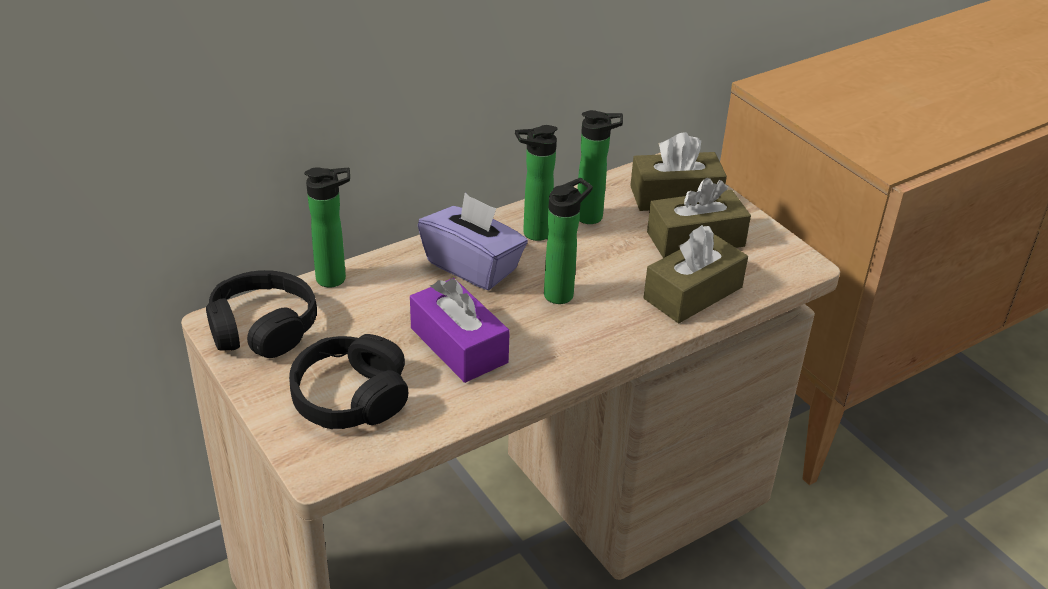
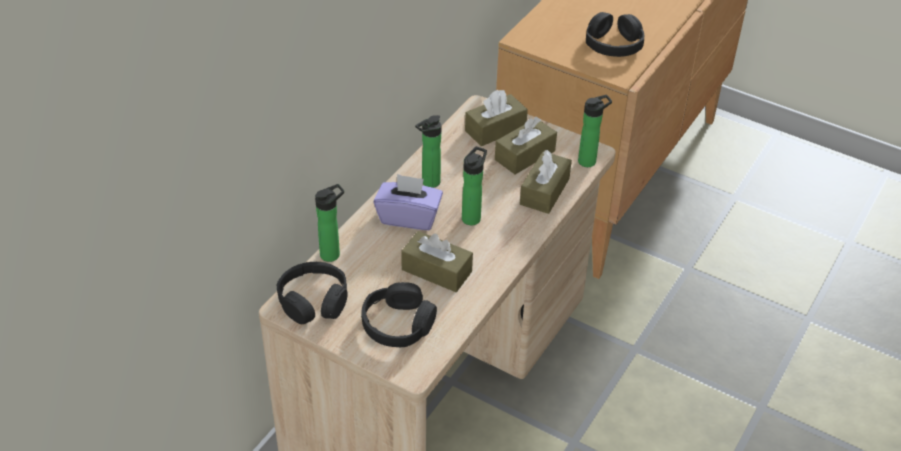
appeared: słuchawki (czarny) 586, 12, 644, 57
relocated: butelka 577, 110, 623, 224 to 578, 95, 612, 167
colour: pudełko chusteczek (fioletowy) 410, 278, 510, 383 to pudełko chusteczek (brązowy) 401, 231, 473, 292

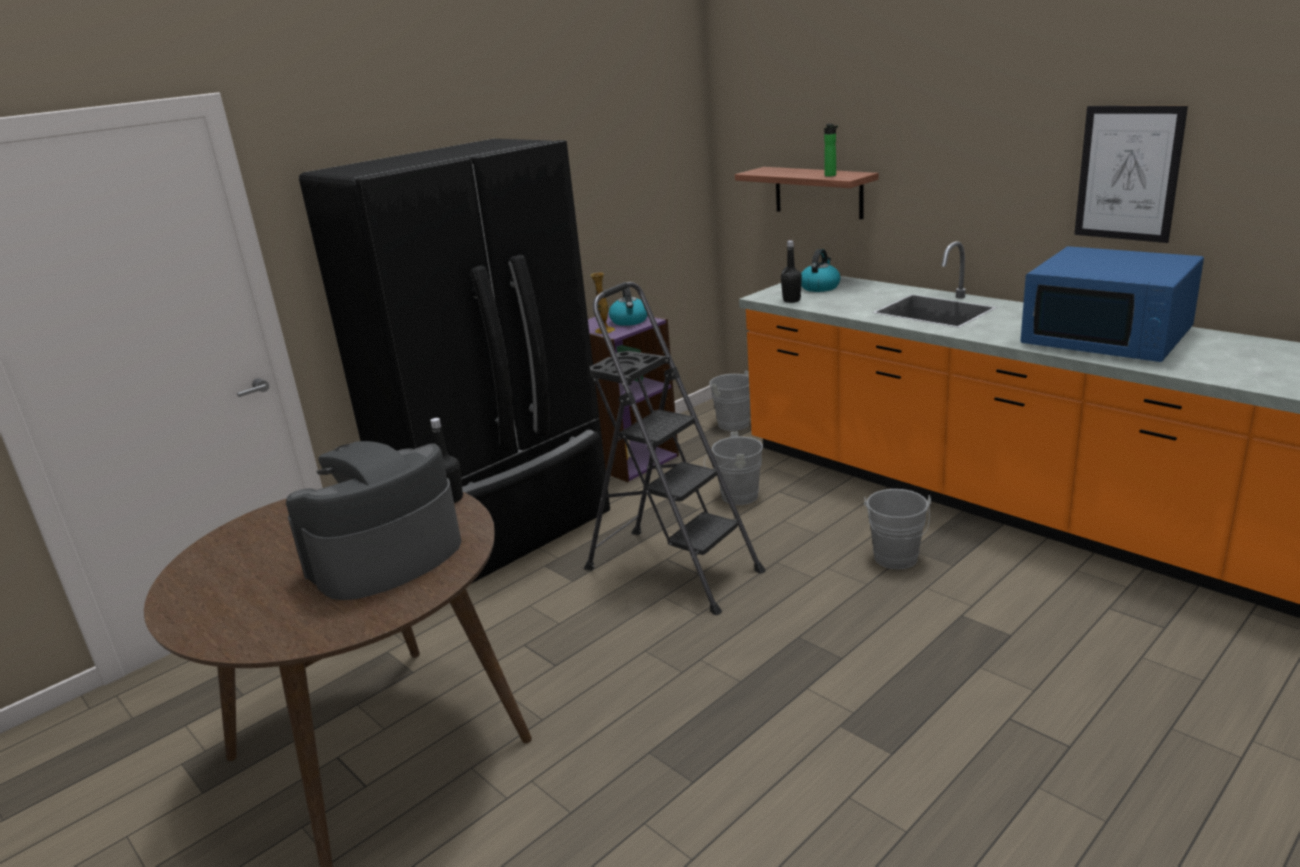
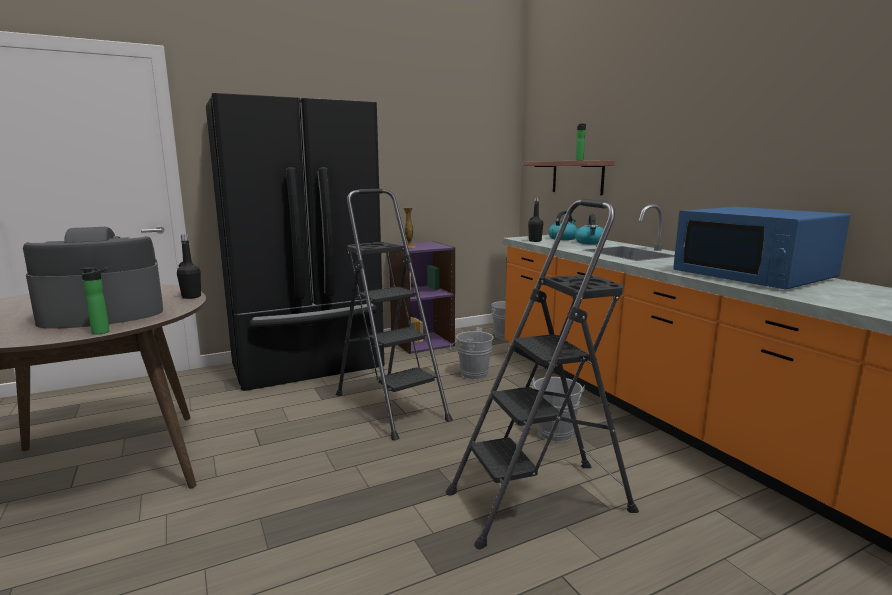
missing: obraz 1074, 106, 1188, 243
appeared: butelka 80, 267, 110, 335; drabinka 446, 199, 639, 549
relocated: czajnik 609, 287, 648, 326 to 575, 213, 604, 245

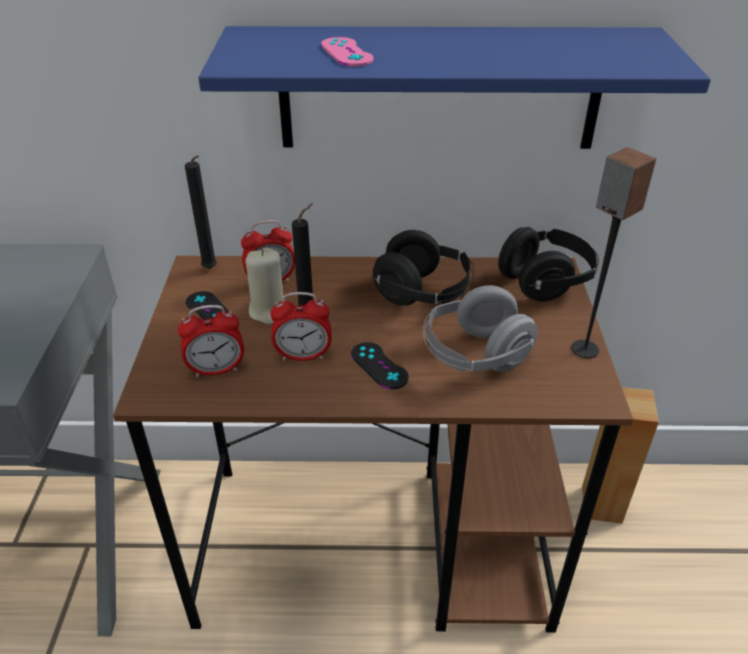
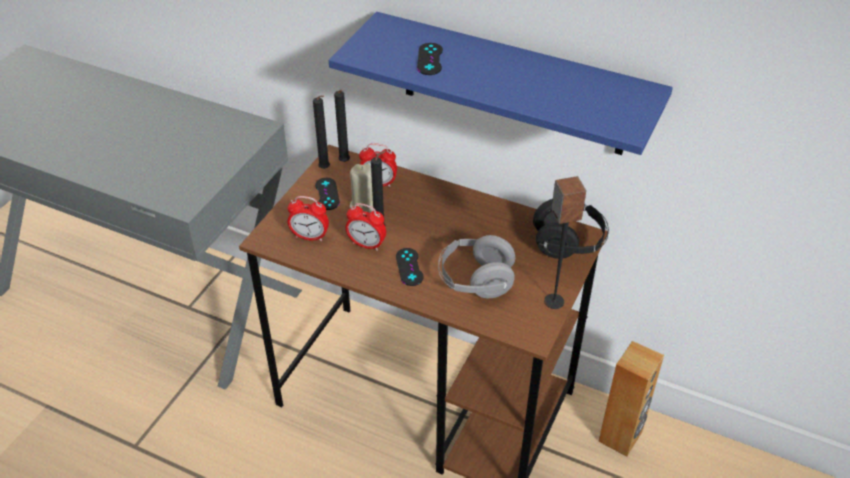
missing: słuchawki (czarny) 372, 230, 475, 306
appeared: świeca (czarny) 313, 95, 330, 169
colour: pad do gier (różowy) 321, 37, 373, 66 to pad do gier (czarny) 417, 43, 443, 75

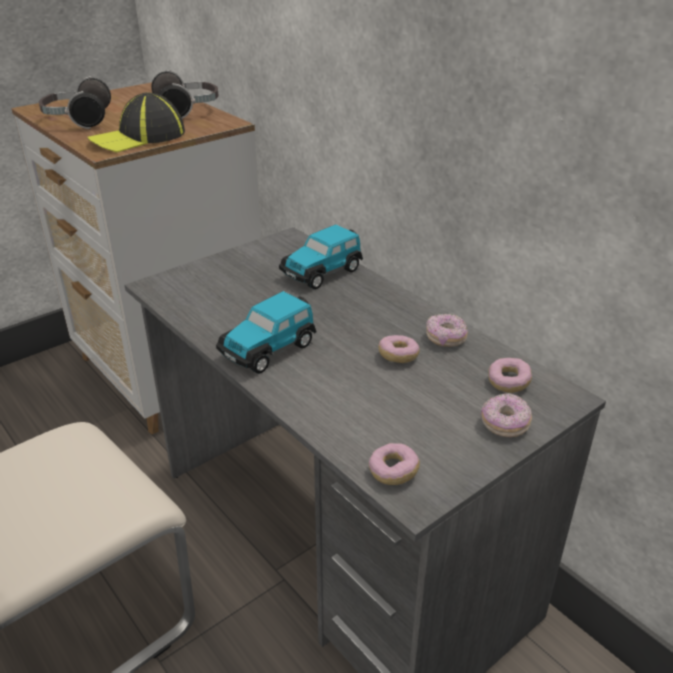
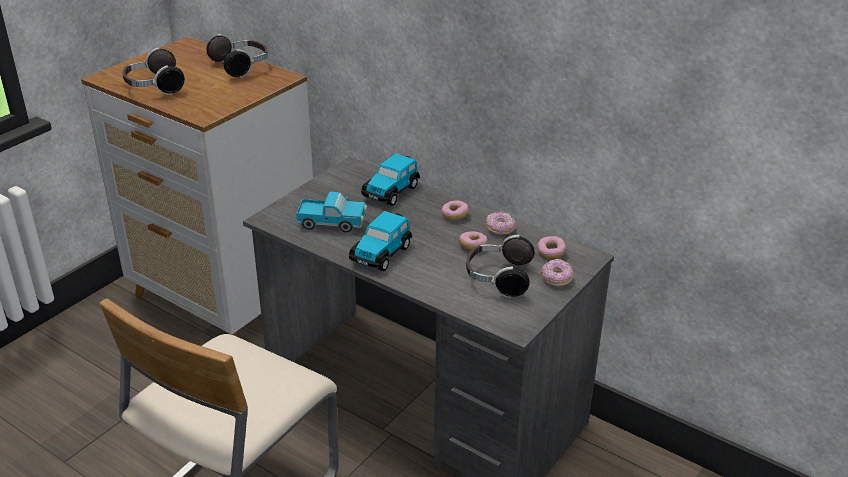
missing: czapka z daszkiem 88, 92, 185, 153
appeared: ciężarówka zabawkowa 296, 192, 367, 233; słuchawki 466, 235, 534, 298
relocated: donut 369, 443, 420, 485 to 441, 200, 469, 220

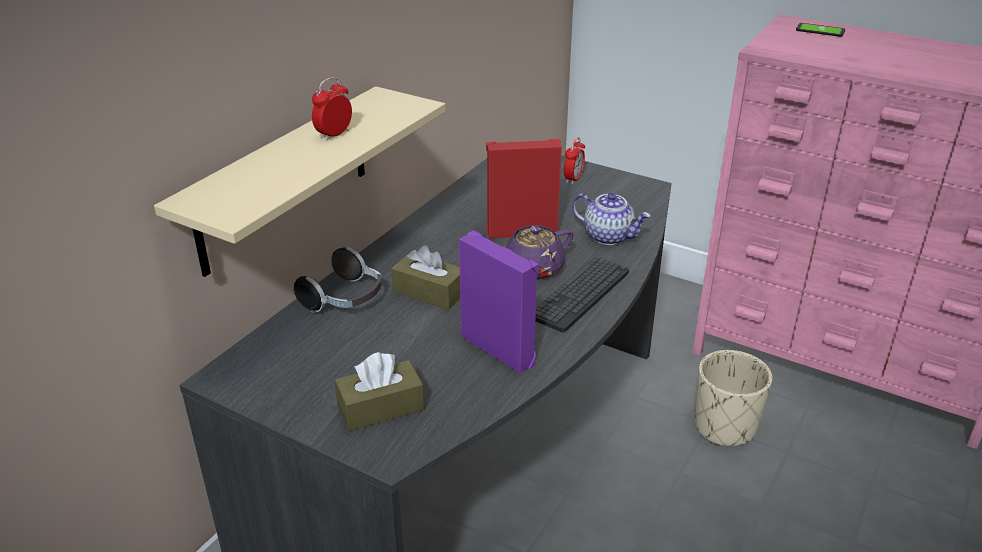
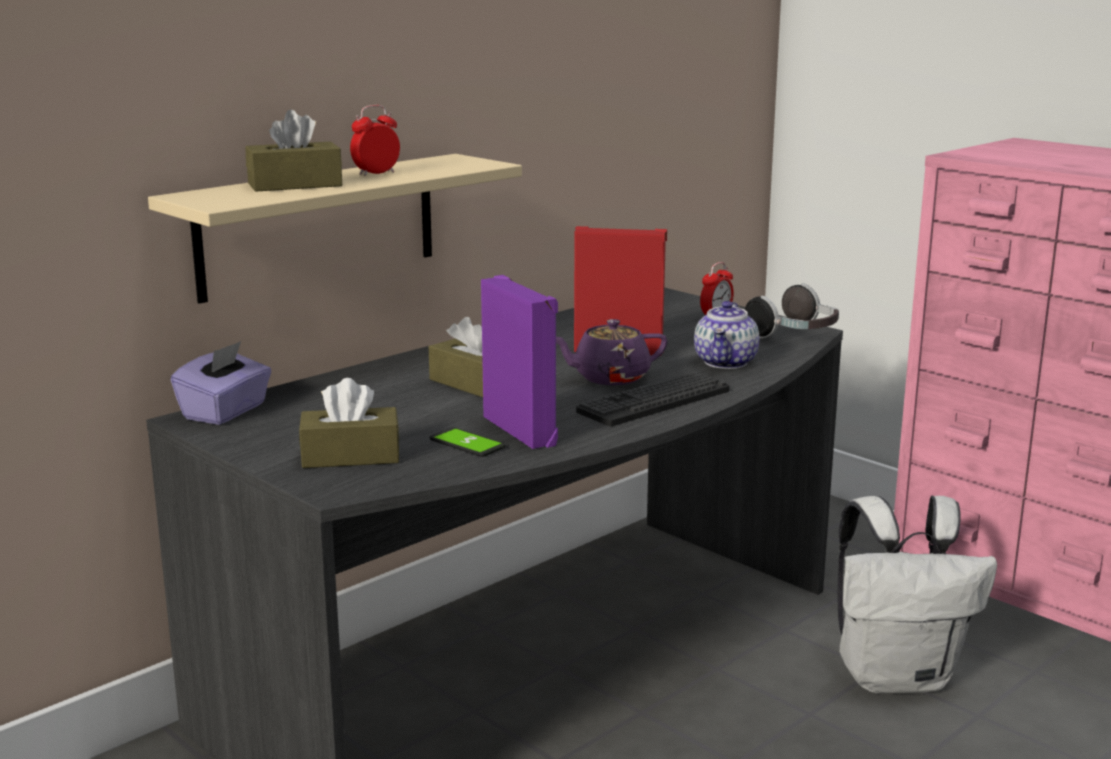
appeared: pudełko chusteczek (fioletowy) 171, 341, 272, 425; pudełko chusteczek (brązowy) 245, 110, 342, 192
relocated: słuchawki 294, 247, 382, 313 to 744, 283, 839, 339; telefon 796, 23, 845, 37 to 430, 427, 506, 457
exchanged: donica (beżowy) 694, 350, 772, 446 to plecak (biały) 837, 496, 997, 693
spun: imbryk 572, 193, 651, 245 = 694, 301, 759, 369 60 degrees clockwise

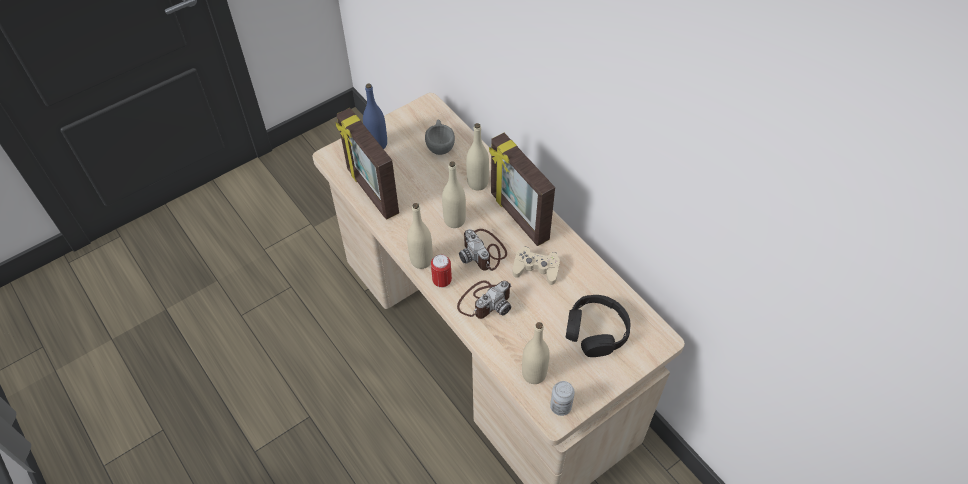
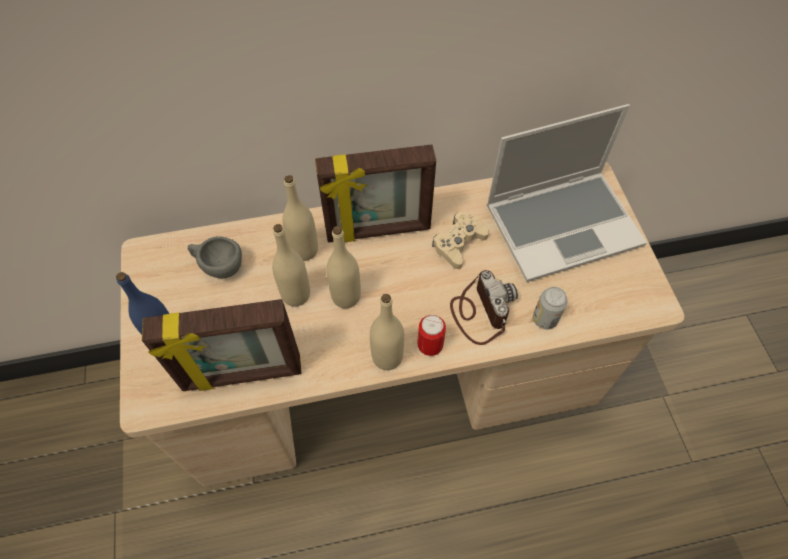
missing: aparat fotograficzny 459, 229, 507, 271
relocated: butelka (beżowy) 522, 322, 550, 384 to 272, 224, 310, 306; puszka 550, 381, 575, 416 to 533, 287, 568, 330
exchanged: słuchawki (czarny) 565, 295, 630, 357 to laptop 486, 104, 647, 282

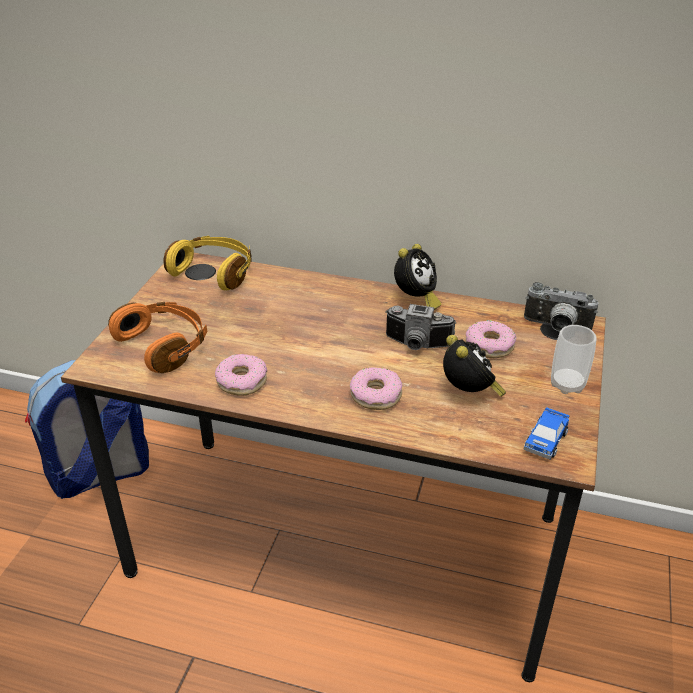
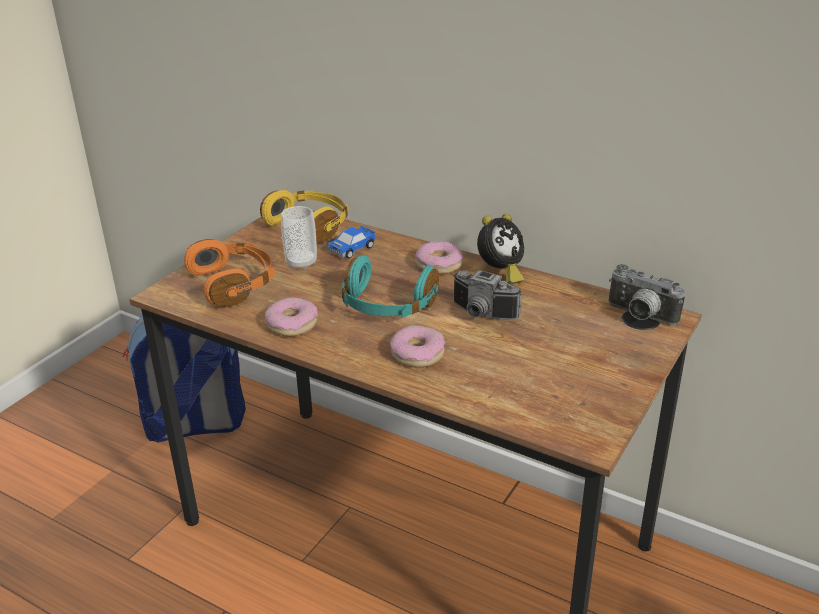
missing: budzik 443, 335, 506, 397
appeared: słuchawki (turkusowy) 342, 256, 439, 317
relocated: donut 465, 320, 516, 358 to 415, 241, 463, 274; samochodzik 523, 407, 570, 460 to 327, 226, 375, 258; filiżanka 551, 325, 597, 394 to 281, 206, 317, 270

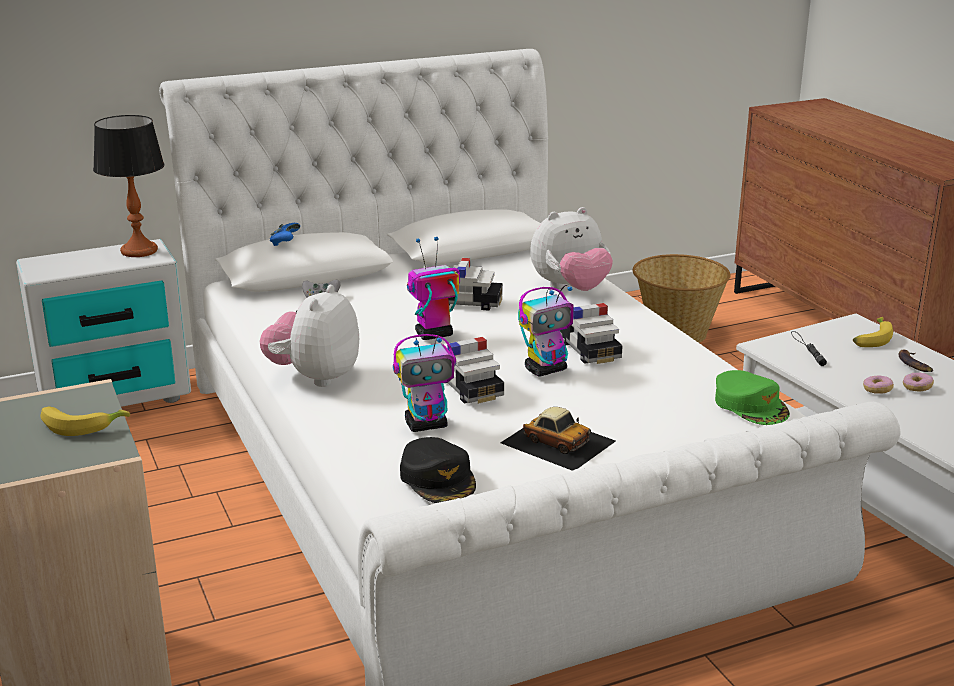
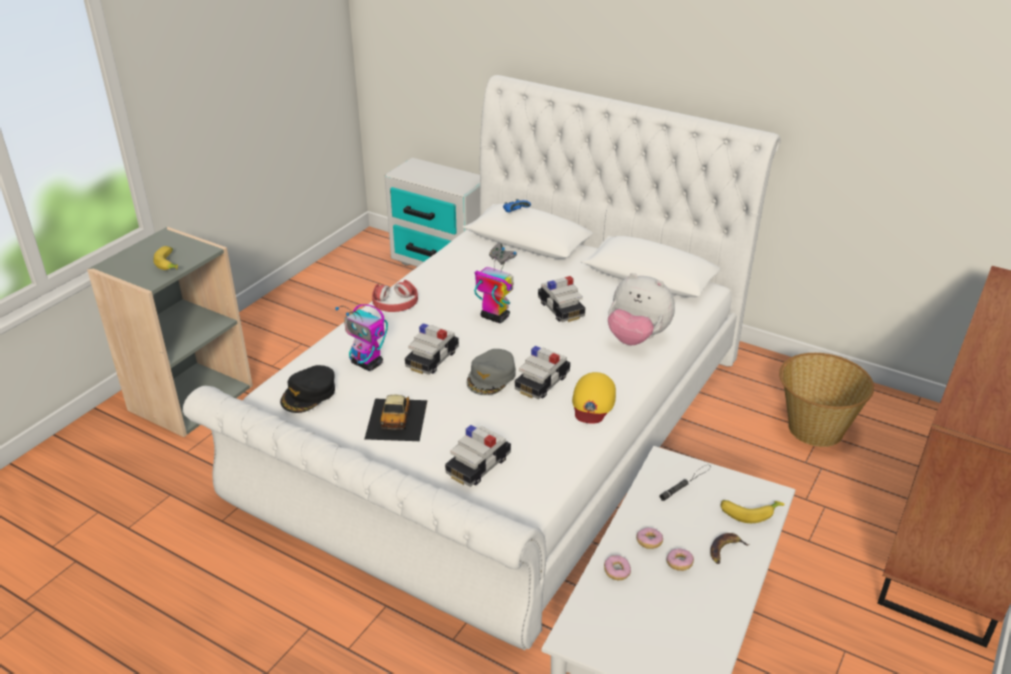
missing: lampa stołowa 93, 115, 164, 257; czapka z daszkiem (zielony) 715, 370, 790, 425
appeared: samochodzik 445, 425, 511, 487; czapka z daszkiem (żółty) 572, 372, 616, 424; donut 604, 555, 631, 580
exchanged: pluszak 259, 285, 359, 387 to słuchawki (czerwony) 372, 280, 418, 312; robot zabawkowy 518, 285, 574, 377 to czapka z daszkiem (szary) 467, 349, 516, 395

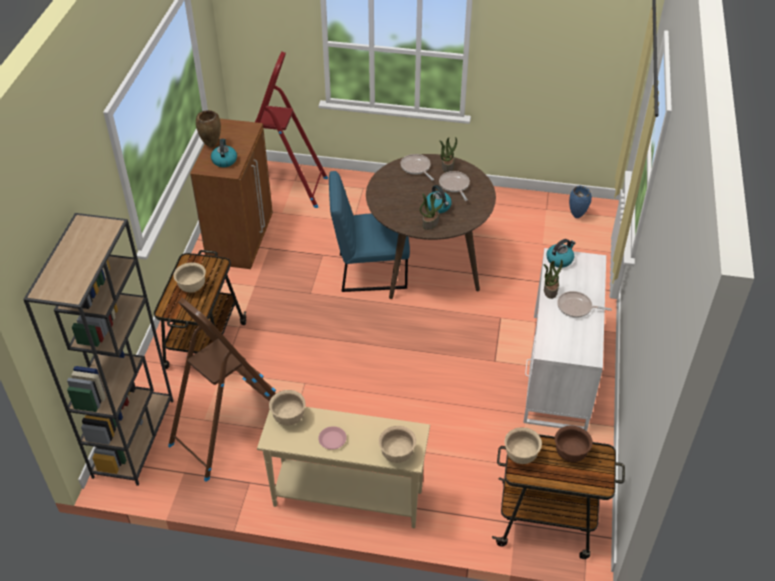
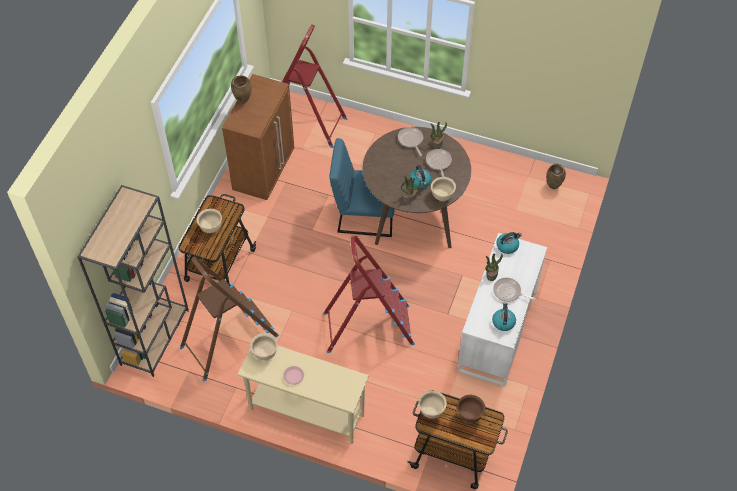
appeared: drabinka (czerwony) 323, 236, 415, 353
relocated: czajnik 211, 139, 237, 167 to 492, 303, 516, 331; miska (beżowy) 379, 426, 416, 463 to 431, 177, 456, 201
colour: wazon (niebieski) 569, 186, 592, 218 to wazon (brązowy) 546, 163, 566, 189

